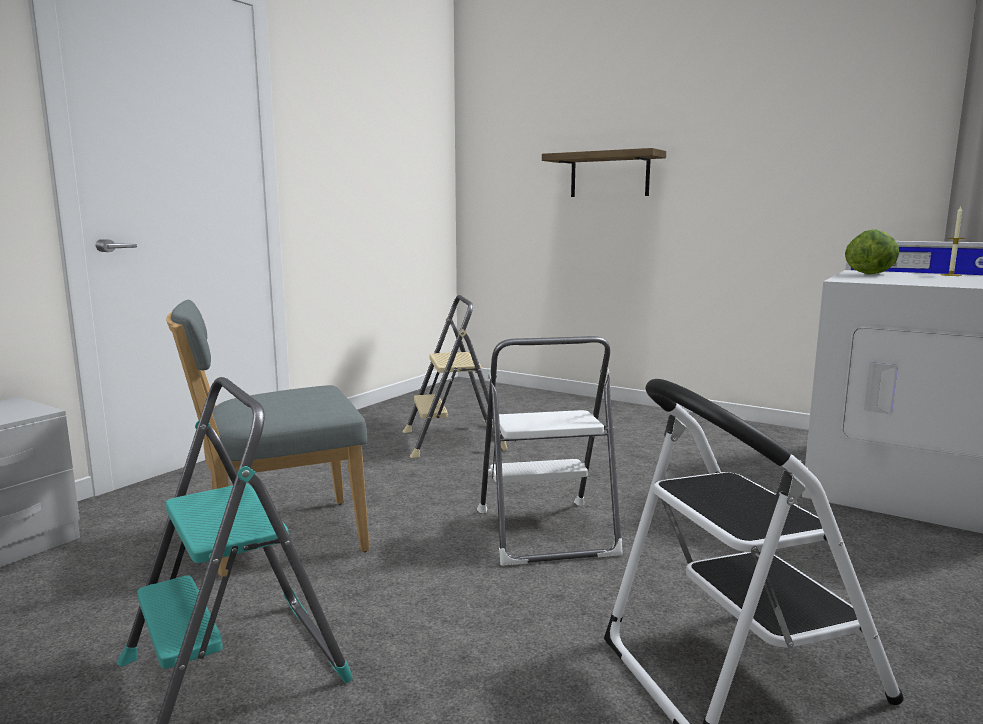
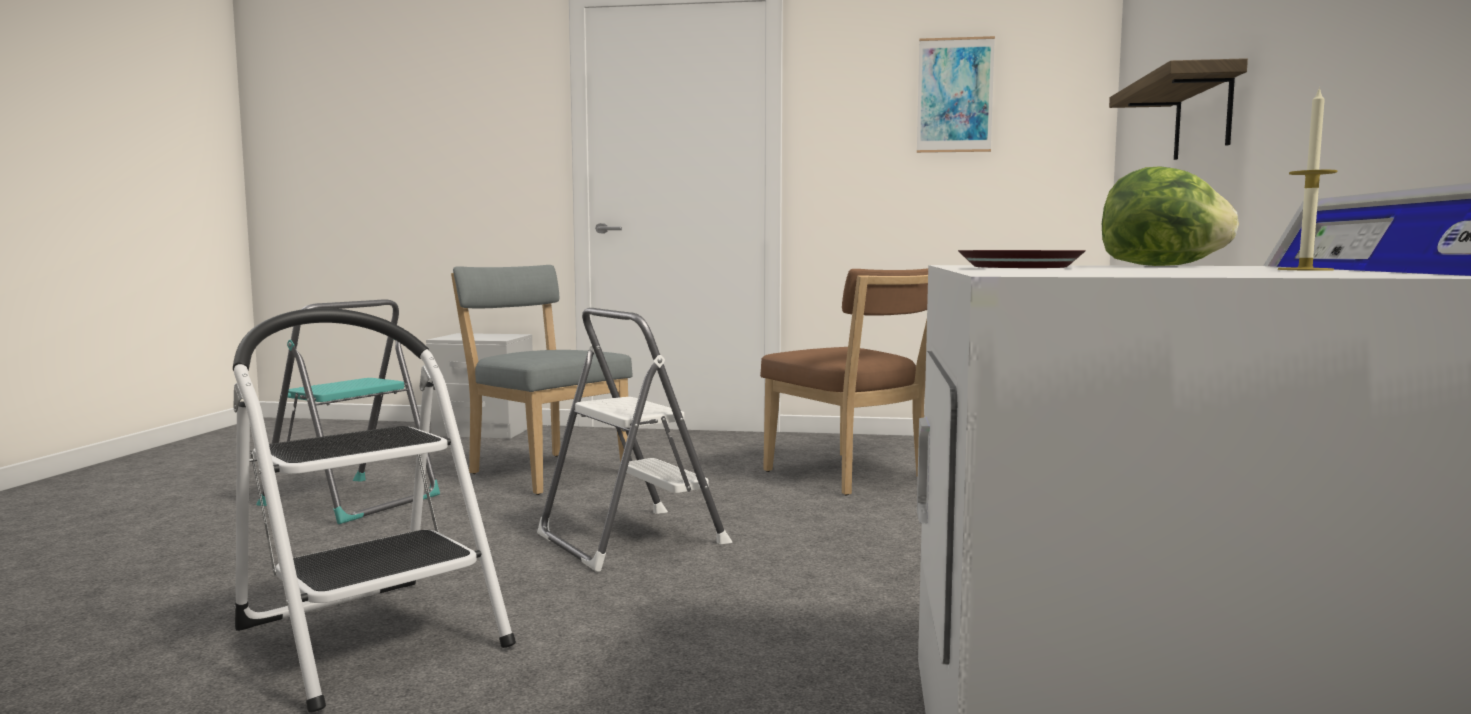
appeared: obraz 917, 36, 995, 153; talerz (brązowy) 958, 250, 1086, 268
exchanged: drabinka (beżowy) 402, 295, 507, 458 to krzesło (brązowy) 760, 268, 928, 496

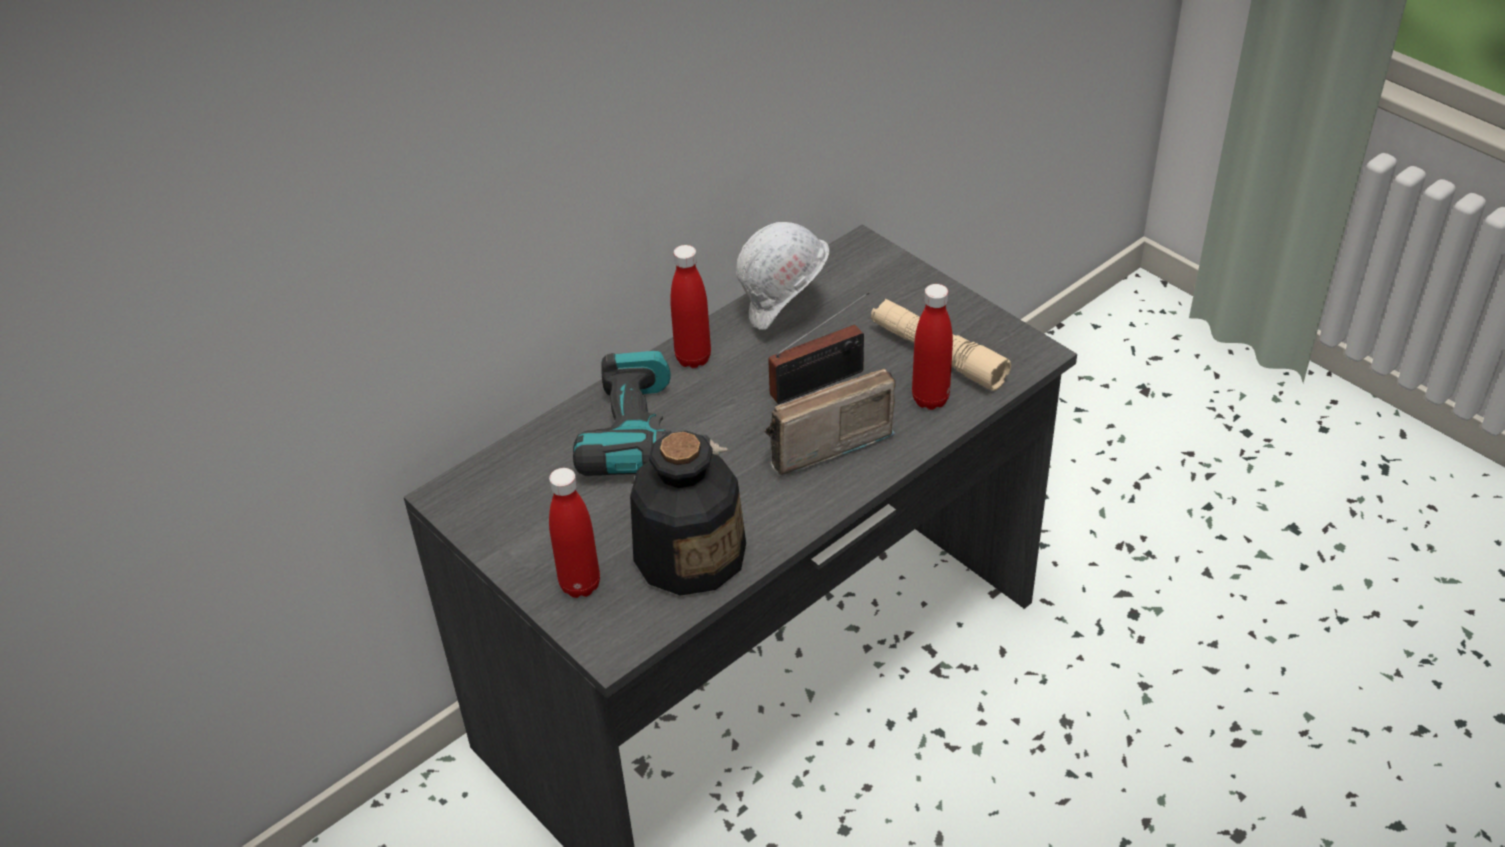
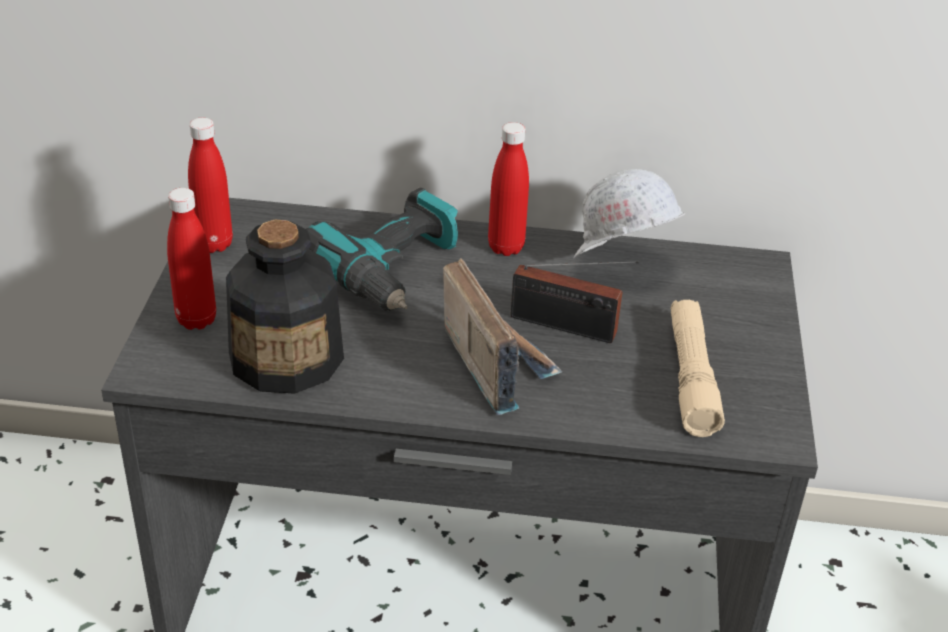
relocated: butelka (czerwony) 912, 284, 953, 410 to 188, 118, 233, 253
spun: radio 765, 369, 896, 476 = 443, 258, 562, 415 45 degrees clockwise

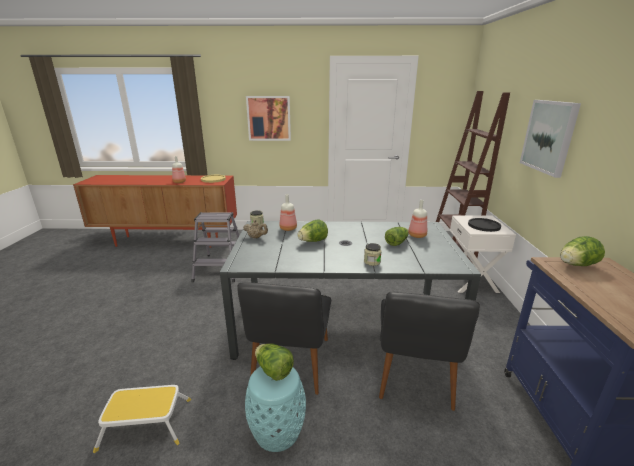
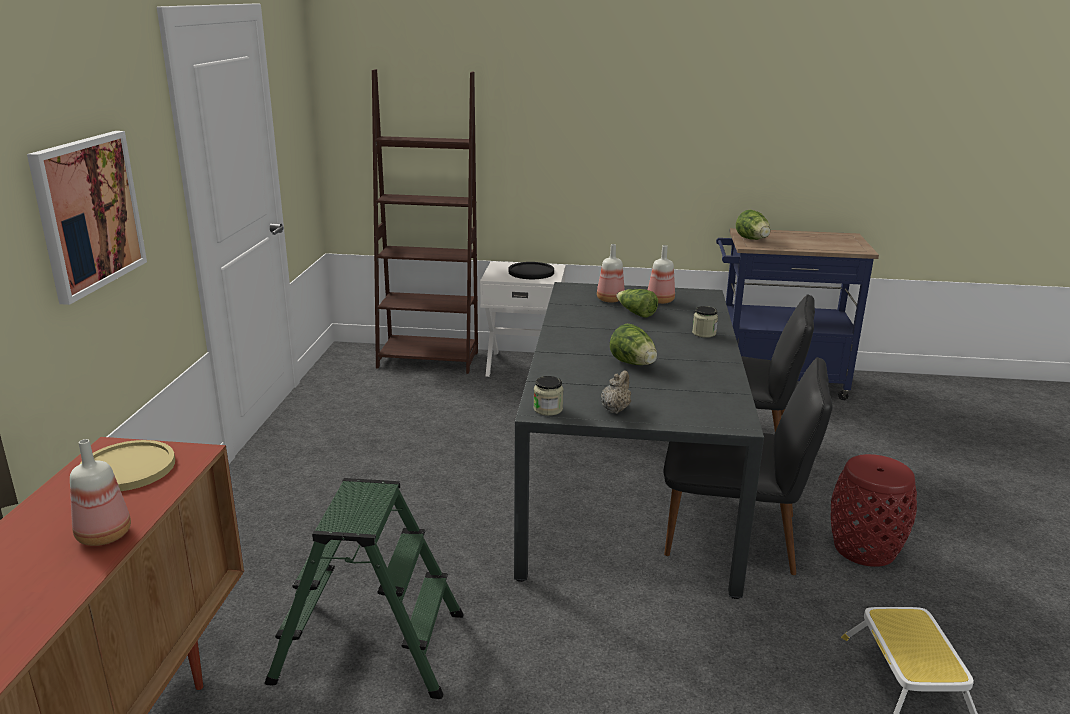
missing: sałata 255, 344, 294, 381; obraz 520, 100, 581, 178
relocated: butelka 280, 194, 297, 231 to 648, 245, 675, 304
colour: drabinka (szary) 191, 212, 239, 283 to drabinka (zielony) 264, 478, 464, 699; stołek (turkusowy) 245, 367, 306, 452 to stołek (czerwony) 831, 454, 917, 567

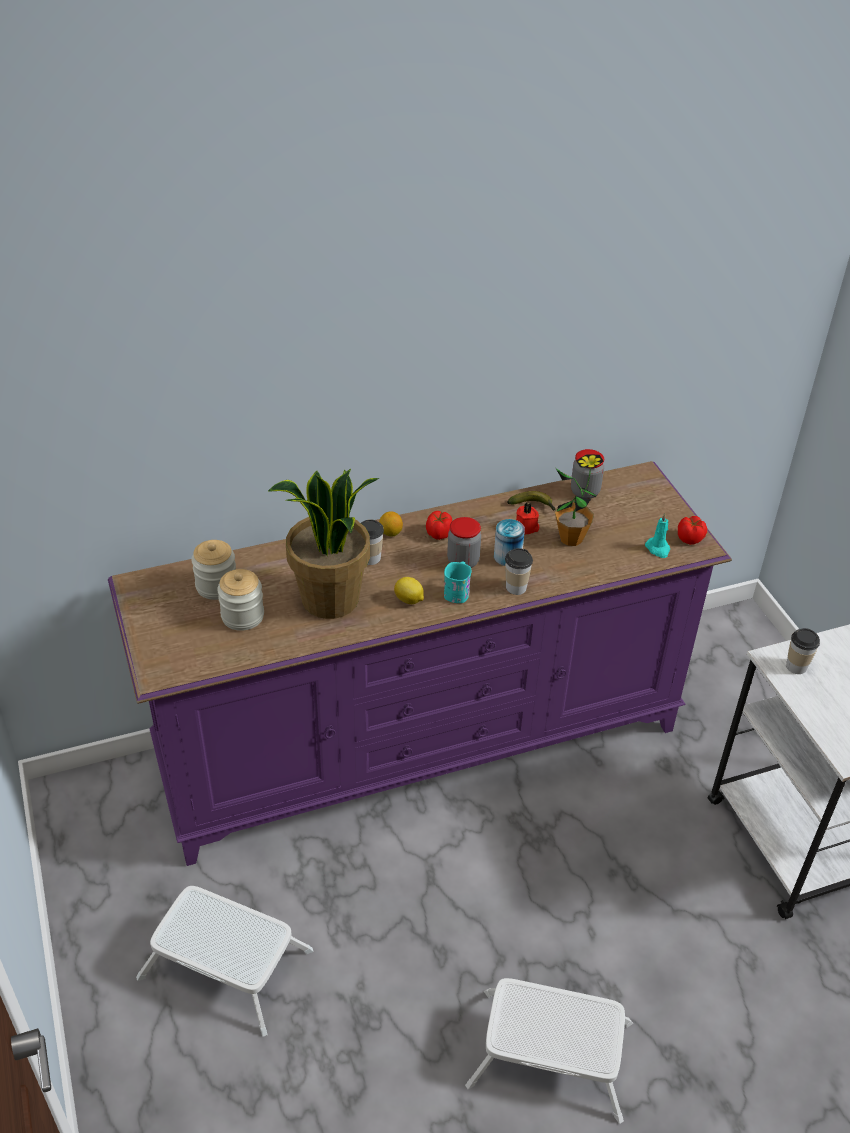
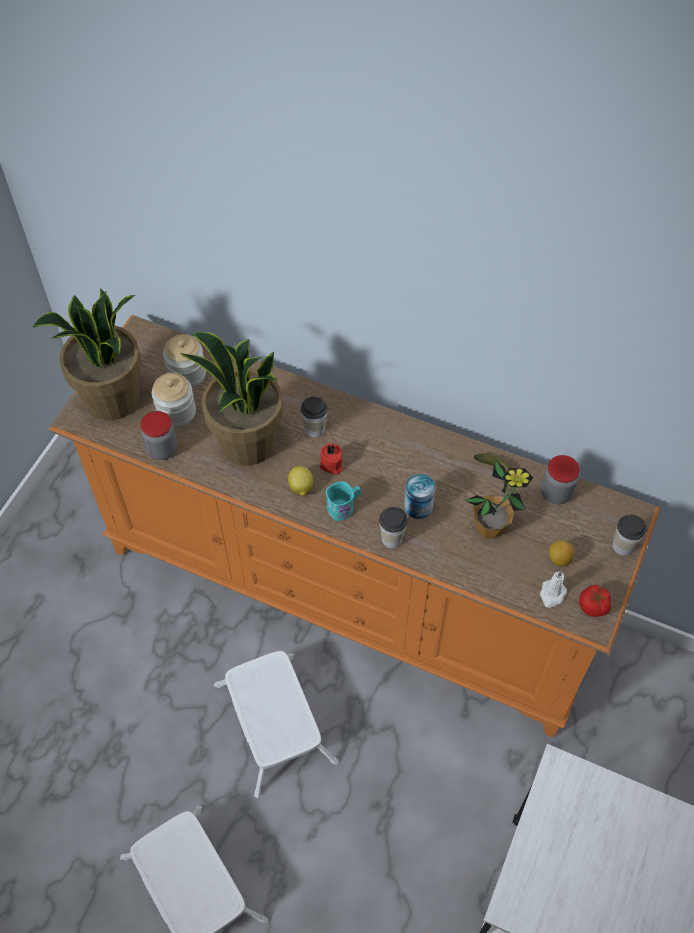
missing: pomidor 426, 511, 452, 540
appeared: roślina doniczkowa 32, 288, 142, 420
relocated: drabinka (biały) 136, 886, 314, 1037 to 214, 651, 339, 798; cytryna 379, 511, 403, 537 to 548, 540, 574, 567; słoik 447, 517, 481, 568 to 140, 411, 178, 460; świeca (czerwony) 516, 502, 539, 535 to 320, 444, 343, 475; filiżanka 786, 628, 820, 674 to 612, 515, 646, 555
colour: szafka (fioletowy) 108, 461, 732, 866 to szafka (pomarańczowy) 48, 315, 660, 738; świeca (turkusowy) 645, 513, 670, 558 to świeca (biały) 540, 571, 567, 608

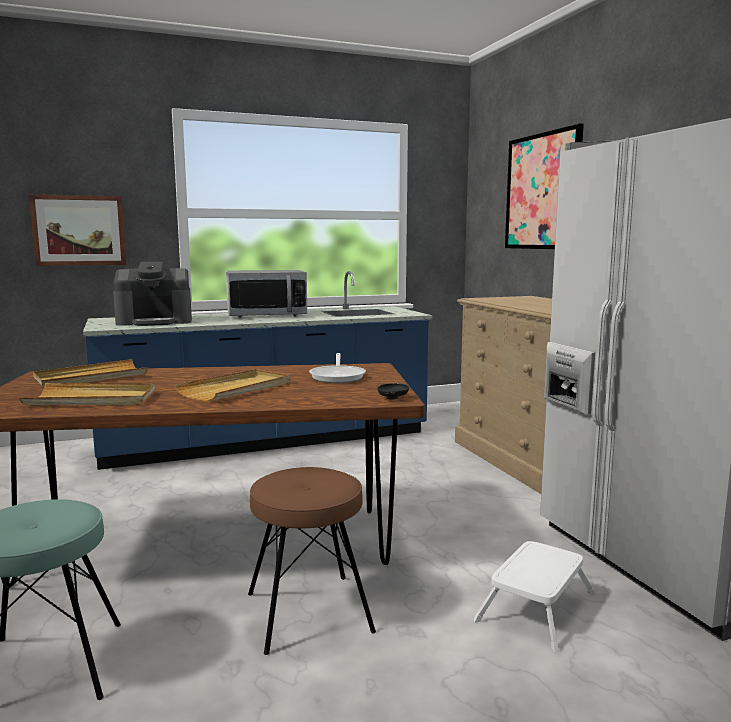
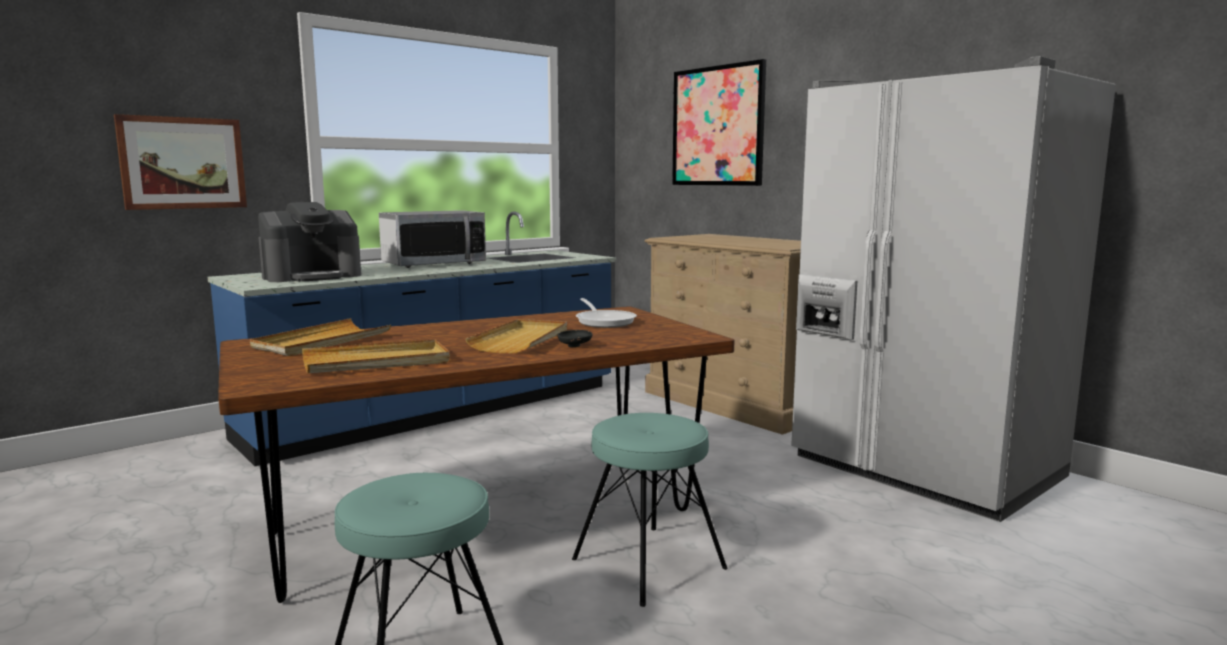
missing: drabinka (biały) 473, 541, 595, 652
relocated: miska (czarny) 377, 383, 409, 399 to 558, 330, 592, 347
colour: stołek (brązowy) 248, 467, 376, 655 to stołek (turkusowy) 572, 413, 728, 607

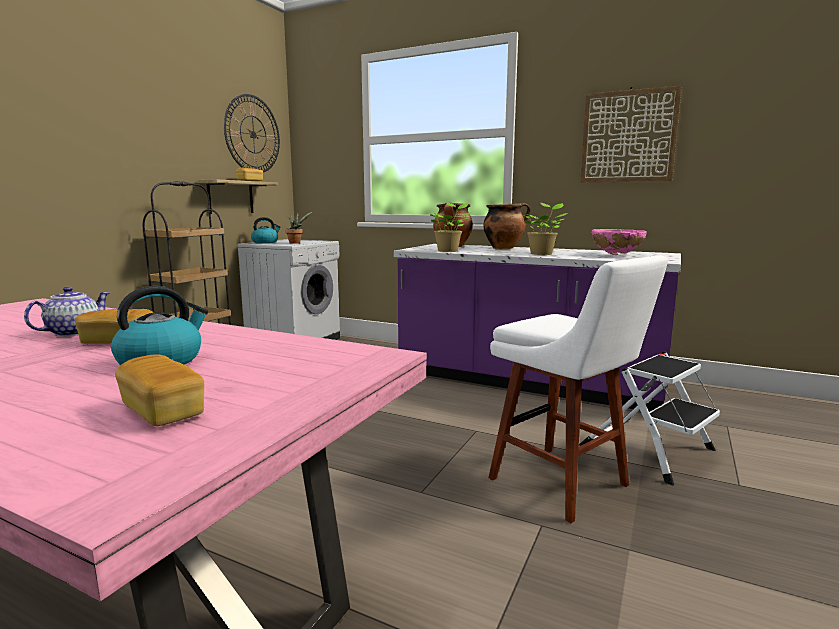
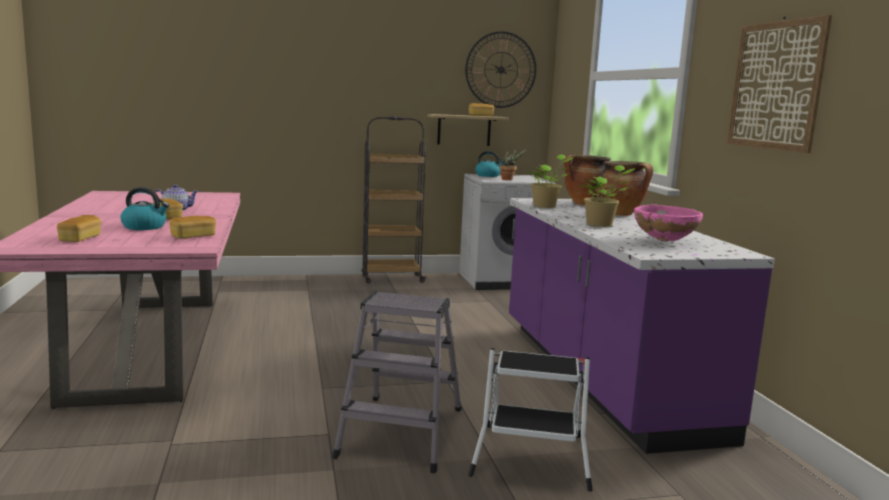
appeared: chleb 169, 216, 216, 239
exchanged: stołek (biały) 488, 256, 668, 523 to drabinka (szary) 332, 291, 462, 473

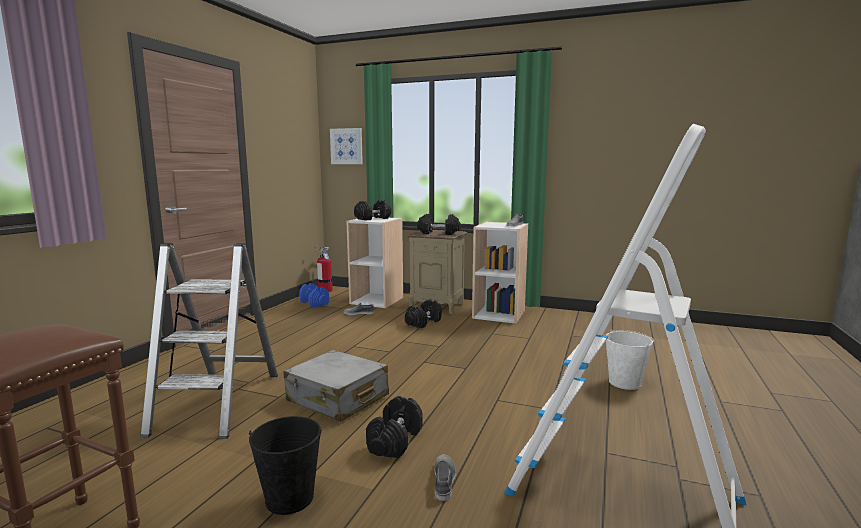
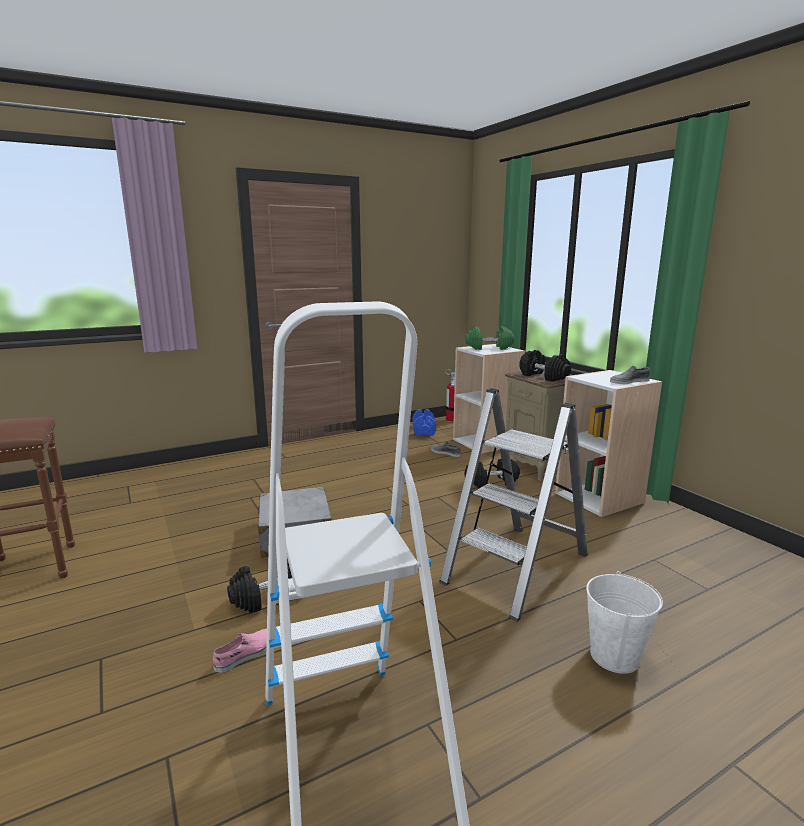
missing: wiadro (czarny) 249, 416, 321, 515; obraz 330, 128, 363, 164
relocated: drabinka (szary) 140, 243, 278, 439 to 439, 388, 588, 622
colour: hantel (czarny) 354, 200, 391, 221 to hantel (zielony) 465, 326, 514, 350; but (szary) 435, 454, 456, 501 to but (różowy) 213, 629, 267, 673

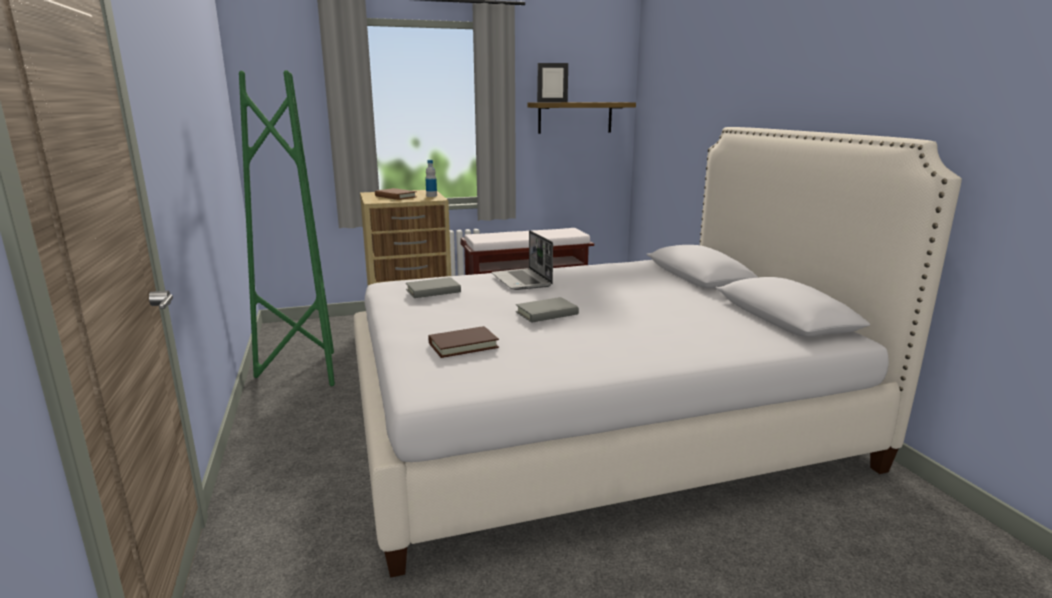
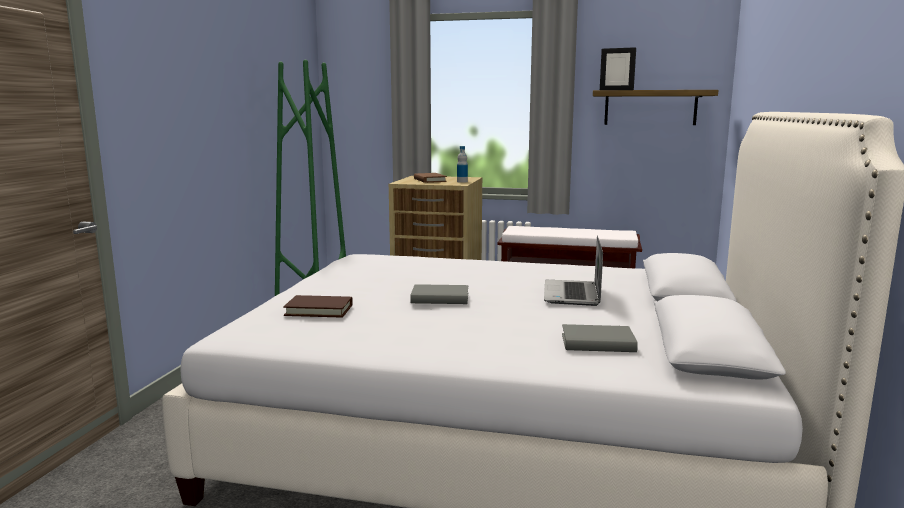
relocated: książka (szary) 406, 277, 461, 298 to 562, 324, 638, 352; laptop 491, 230, 553, 290 to 544, 236, 603, 306

